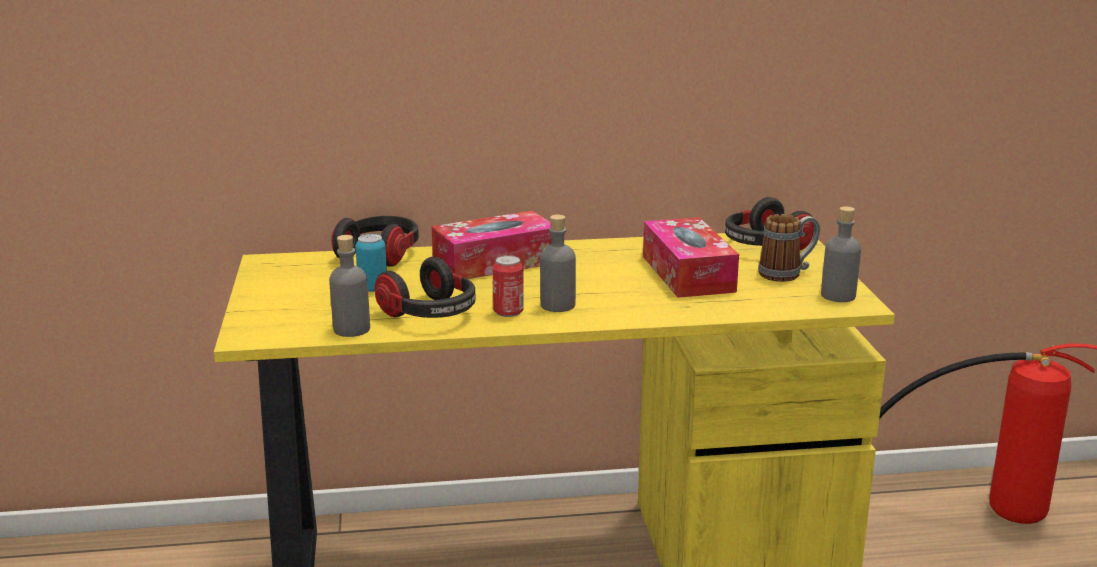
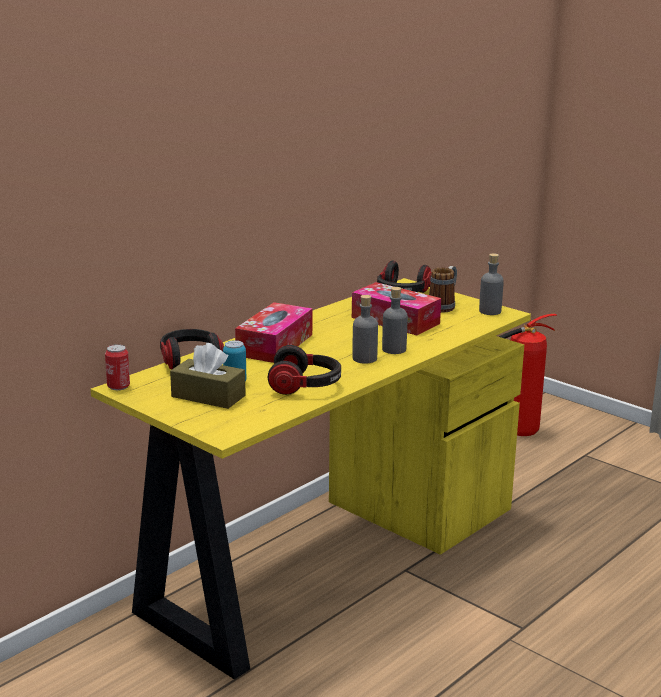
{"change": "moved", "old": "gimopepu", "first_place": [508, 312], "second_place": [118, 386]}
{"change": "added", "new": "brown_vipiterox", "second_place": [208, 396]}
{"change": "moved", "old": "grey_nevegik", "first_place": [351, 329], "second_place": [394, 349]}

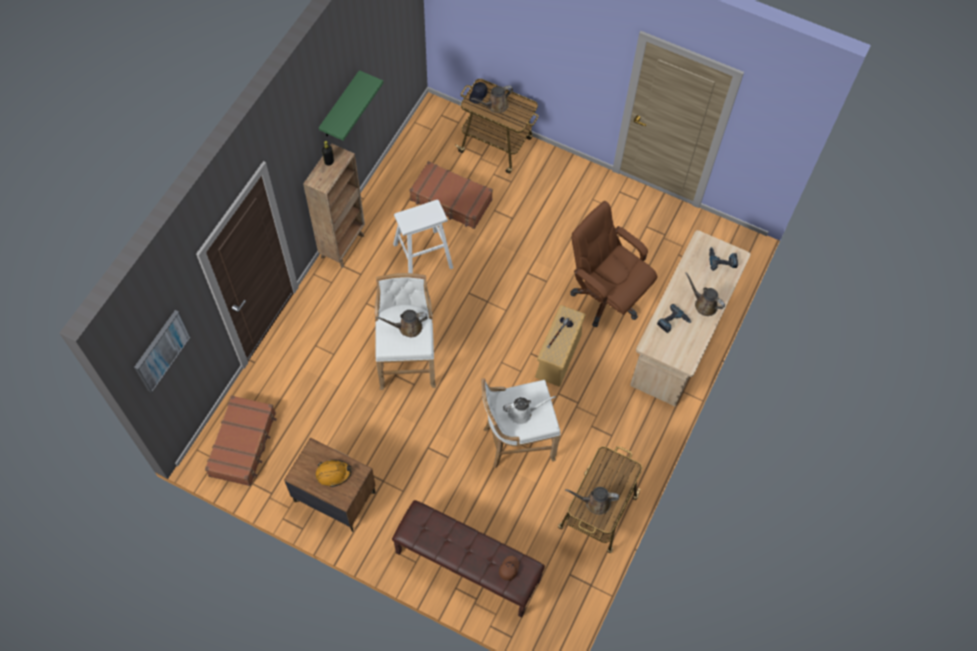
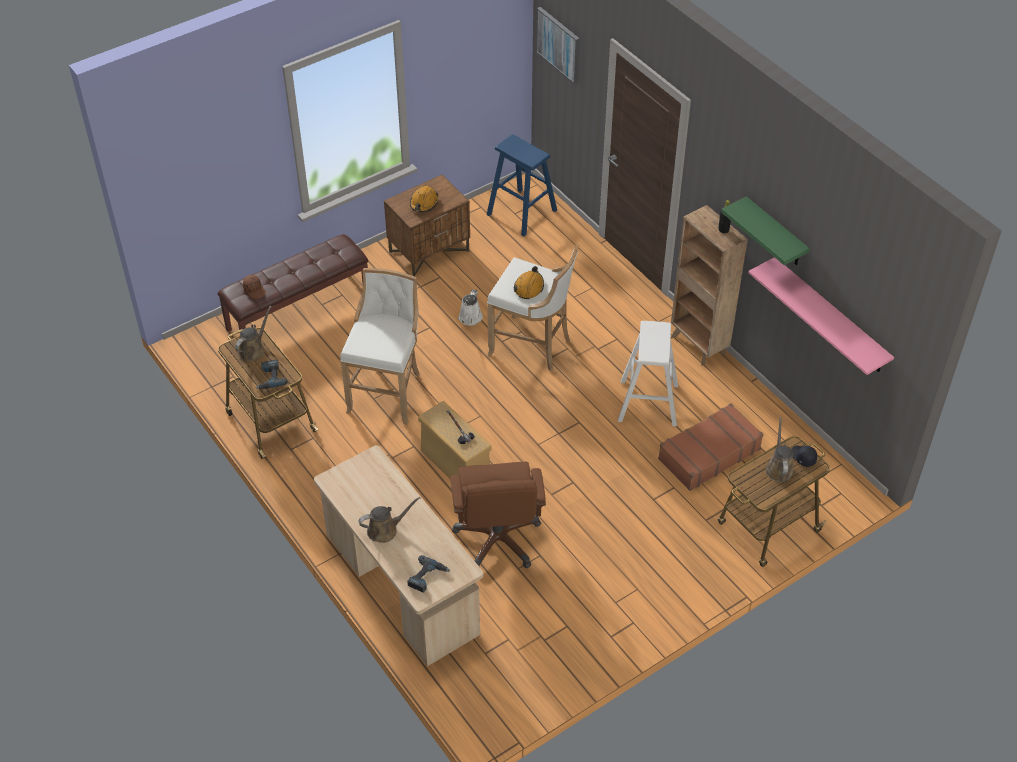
{"change": "moved", "old": "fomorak", "first_place": [673, 322], "second_place": [269, 378]}
{"change": "turned", "old": "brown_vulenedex", "first_place": [606, 297], "second_place": [498, 539], "degrees": 105}
{"change": "moved", "old": "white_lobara", "first_place": [523, 413], "second_place": [469, 319]}
{"change": "replaced", "old": "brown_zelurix", "new": "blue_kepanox", "first_place": [243, 444], "second_place": [522, 212]}
{"change": "replaced", "old": "brown_lobara", "new": "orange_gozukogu", "first_place": [407, 327], "second_place": [529, 287]}
{"change": "added", "new": "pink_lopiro", "second_place": [830, 316]}

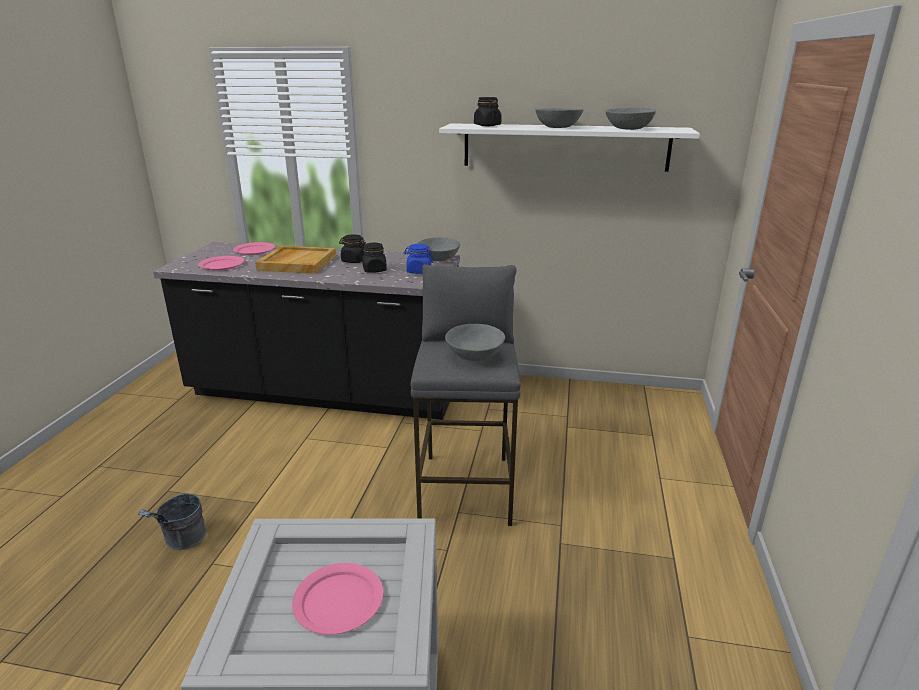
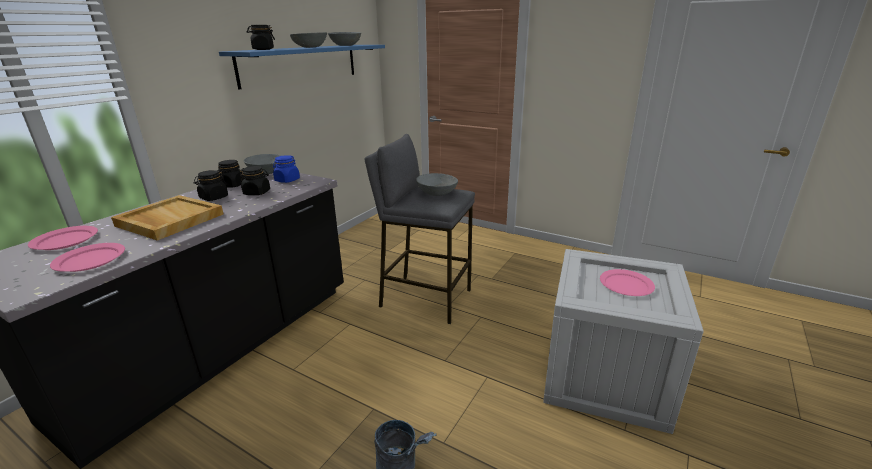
{"change": "added", "new": "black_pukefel", "second_place": [232, 185]}
{"change": "recoloured", "old": "white_lopiro", "new": "blue_lopiro", "first_place": [565, 147], "second_place": [301, 64]}

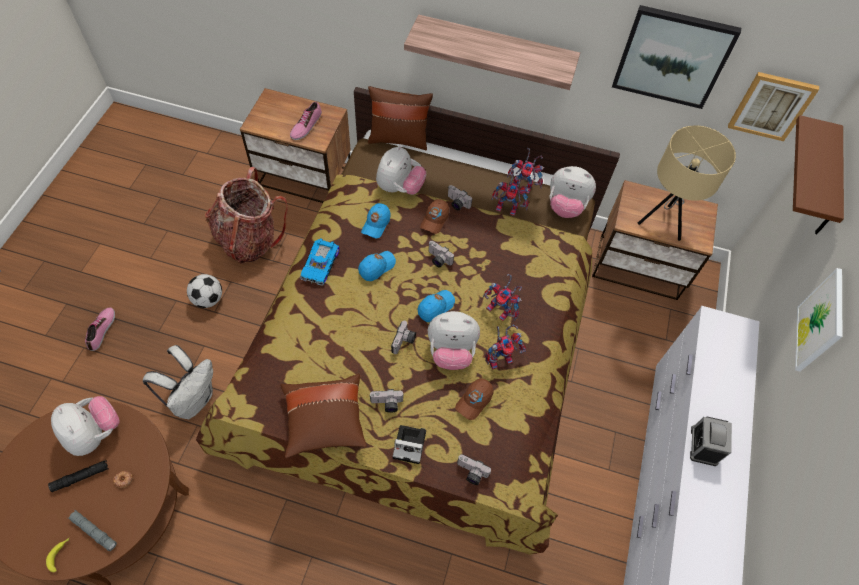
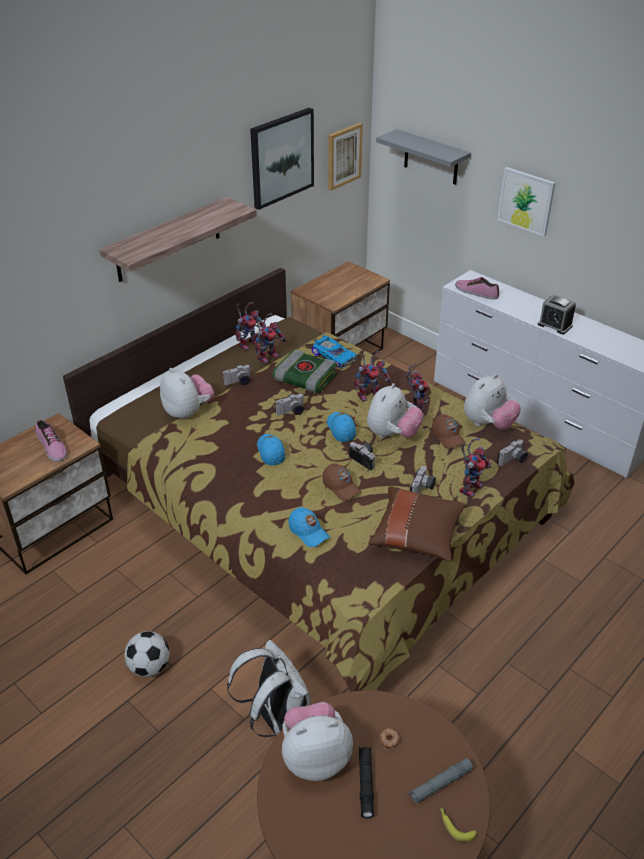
{"change": "added", "new": "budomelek", "second_place": [304, 378]}
{"change": "moved", "old": "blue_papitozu", "first_place": [376, 224], "second_place": [308, 532]}
{"change": "moved", "old": "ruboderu", "first_place": [321, 265], "second_place": [334, 356]}
{"change": "moved", "old": "brown_papitozu", "first_place": [434, 220], "second_place": [341, 487]}
{"change": "recoloured", "old": "brown_lopiro", "new": "grey_lopiro", "first_place": [830, 186], "second_place": [431, 158]}
{"change": "moved", "old": "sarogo", "first_place": [102, 330], "second_place": [476, 292]}
{"change": "replaced", "old": "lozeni", "new": "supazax", "first_place": [411, 444], "second_place": [470, 486]}
{"change": "moved", "old": "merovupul", "first_place": [566, 206], "second_place": [488, 424]}
{"change": "removed", "old": "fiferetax", "first_place": [250, 239]}
{"change": "removed", "old": "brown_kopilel", "first_place": [399, 138]}
{"change": "removed", "old": "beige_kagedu", "first_place": [663, 222]}

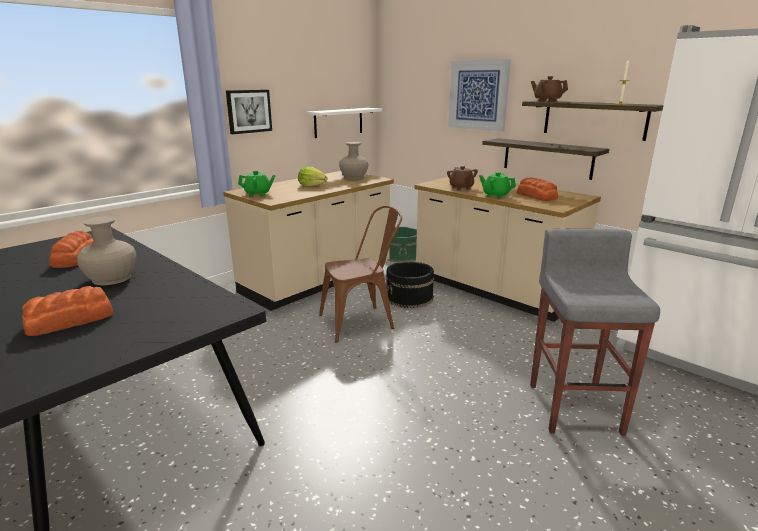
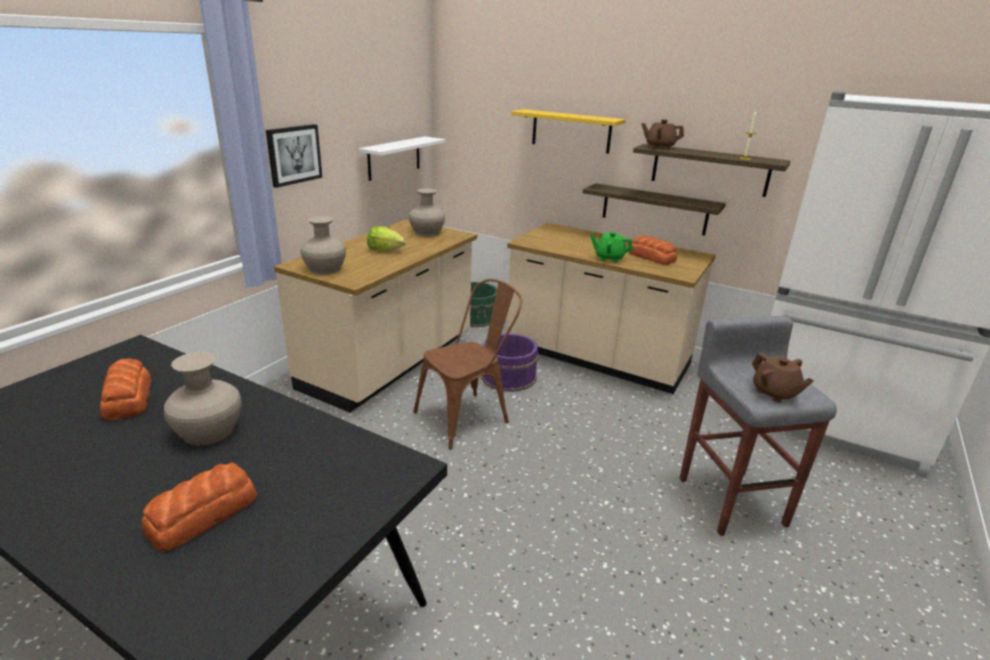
{"change": "replaced", "old": "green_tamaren", "new": "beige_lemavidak", "first_place": [258, 194], "second_place": [325, 269]}
{"change": "recoloured", "old": "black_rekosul", "new": "purple_rekosul", "first_place": [409, 297], "second_place": [509, 377]}
{"change": "replaced", "old": "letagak", "new": "yellow_lopiro", "first_place": [478, 95], "second_place": [571, 131]}
{"change": "moved", "old": "brown_tamaren", "first_place": [461, 188], "second_place": [774, 393]}

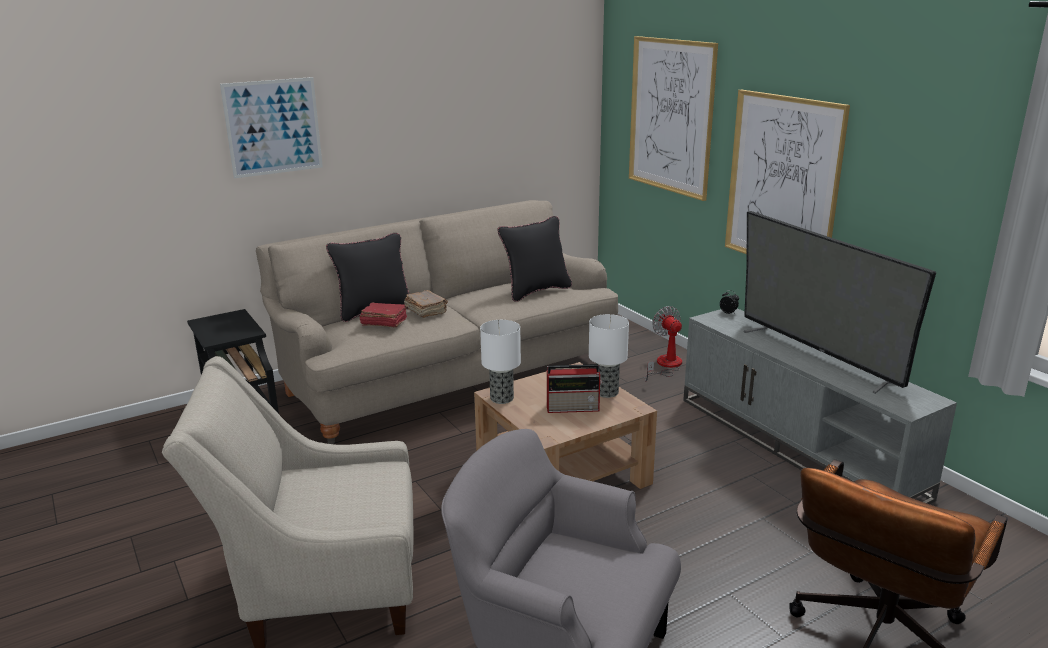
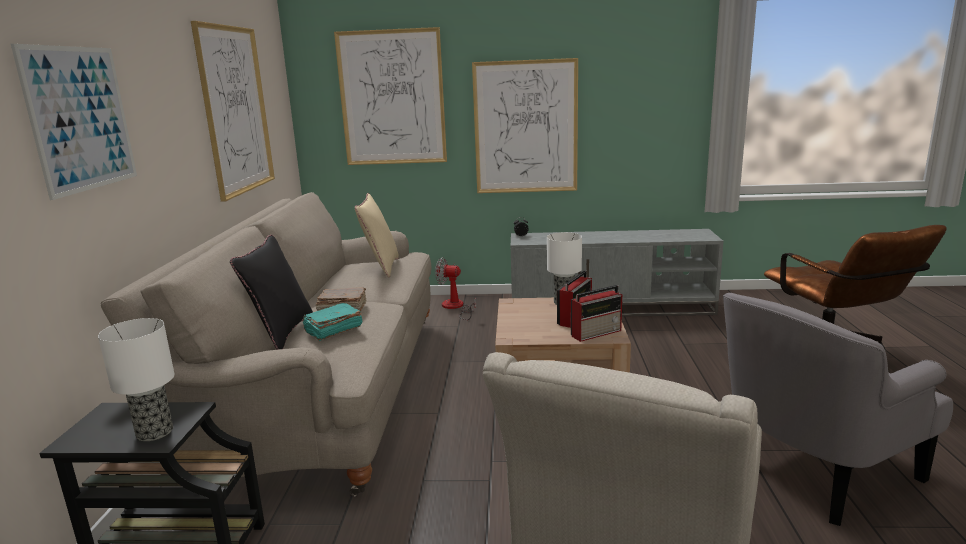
{"change": "moved", "old": "kagedu", "first_place": [501, 399], "second_place": [154, 433]}
{"change": "added", "new": "letagak", "second_place": [236, 110]}
{"change": "recoloured", "old": "red_budomelek", "new": "turquoise_budomelek", "first_place": [383, 322], "second_place": [332, 330]}
{"change": "recoloured", "old": "black_kopilel", "new": "beige_kopilel", "first_place": [536, 291], "second_place": [381, 267]}
{"change": "added", "new": "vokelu", "second_place": [597, 333]}
{"change": "removed", "old": "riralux", "first_place": [817, 355]}

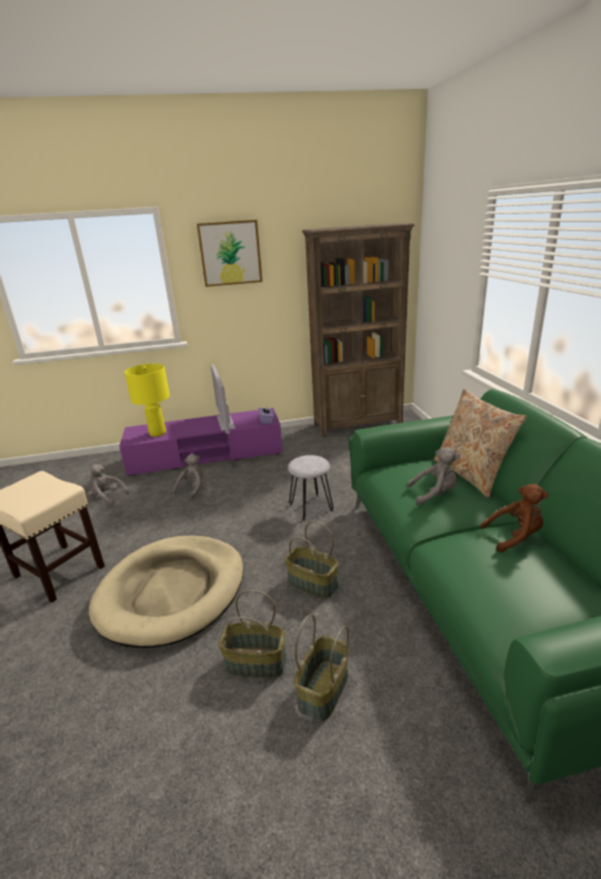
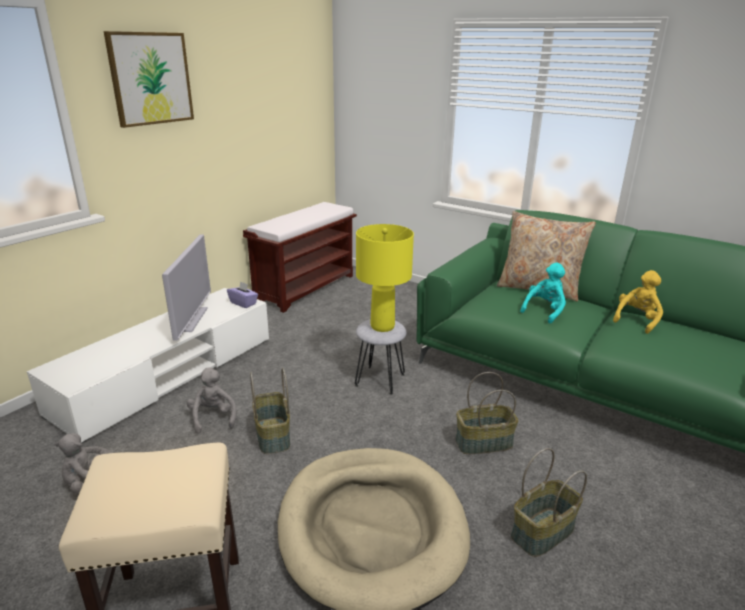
{"change": "recoloured", "old": "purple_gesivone", "new": "white_gesivone", "first_place": [206, 455], "second_place": [168, 375]}
{"change": "turned", "old": "riralux", "first_place": [225, 422], "second_place": [190, 319], "degrees": -120}
{"change": "replaced", "old": "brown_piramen", "new": "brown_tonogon", "first_place": [358, 424], "second_place": [306, 287]}
{"change": "moved", "old": "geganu", "first_place": [324, 691], "second_place": [274, 435]}
{"change": "moved", "old": "yellow_kagedu", "first_place": [158, 433], "second_place": [383, 326]}
{"change": "recoloured", "old": "grey_merovupul", "new": "turquoise_merovupul", "first_place": [435, 494], "second_place": [544, 311]}
{"change": "recoloured", "old": "brown_merovupul", "new": "yellow_merovupul", "first_place": [515, 537], "second_place": [637, 320]}

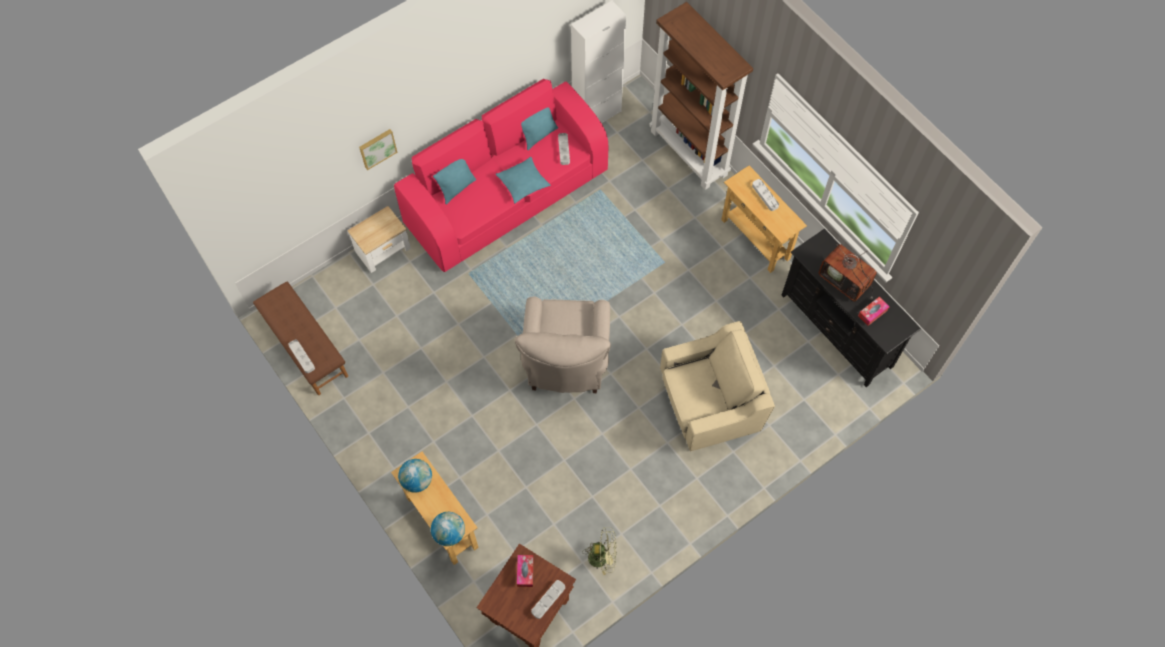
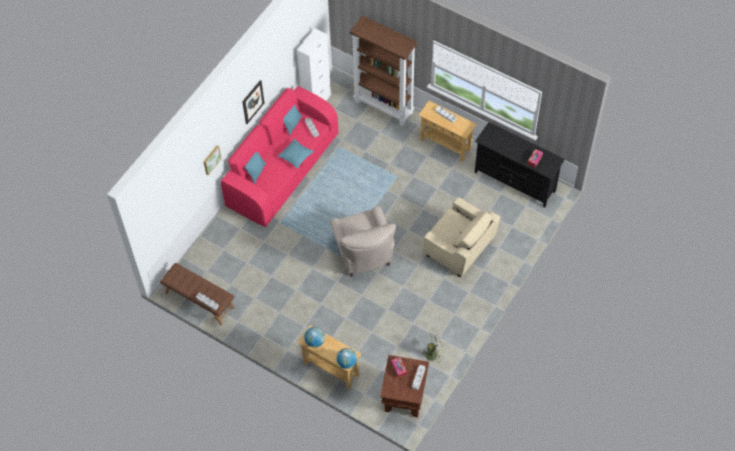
{"change": "added", "new": "letagak", "second_place": [252, 101]}
{"change": "turned", "old": "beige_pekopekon", "first_place": [709, 404], "second_place": [459, 248], "degrees": 75}
{"change": "removed", "old": "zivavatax", "first_place": [383, 250]}
{"change": "removed", "old": "riralux", "first_place": [846, 281]}

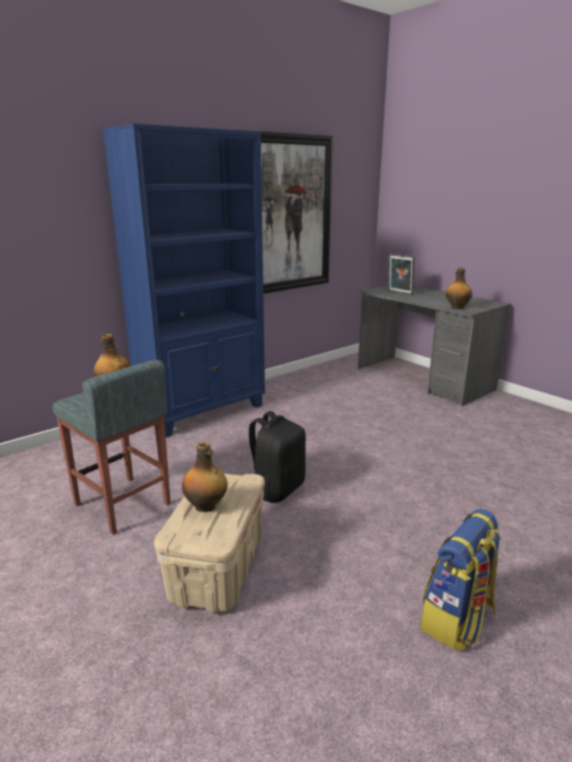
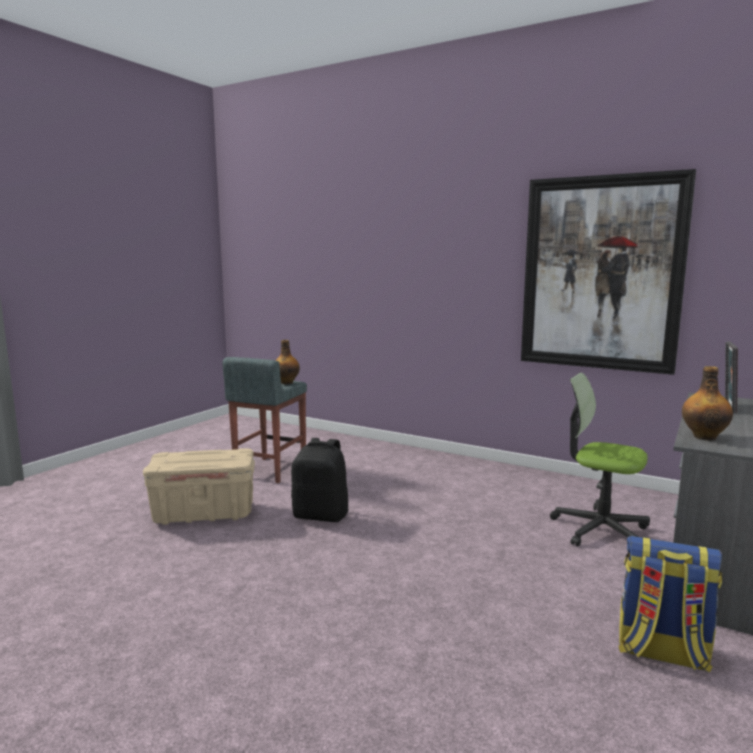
{"change": "added", "new": "vulenedex", "second_place": [599, 529]}
{"change": "moved", "old": "fiferetax", "first_place": [457, 620], "second_place": [661, 652]}
{"change": "removed", "old": "blue_piramen", "first_place": [203, 411]}
{"change": "removed", "old": "nevegik", "first_place": [206, 506]}

